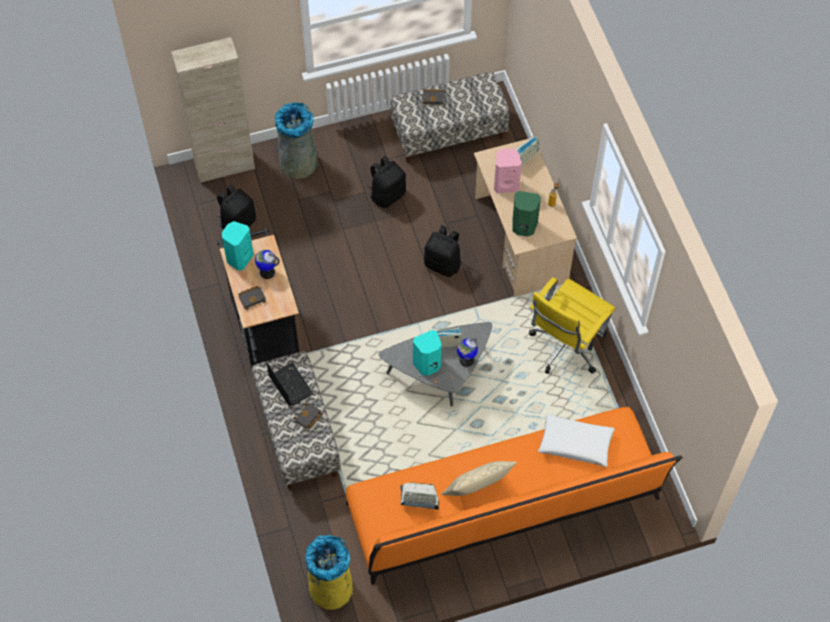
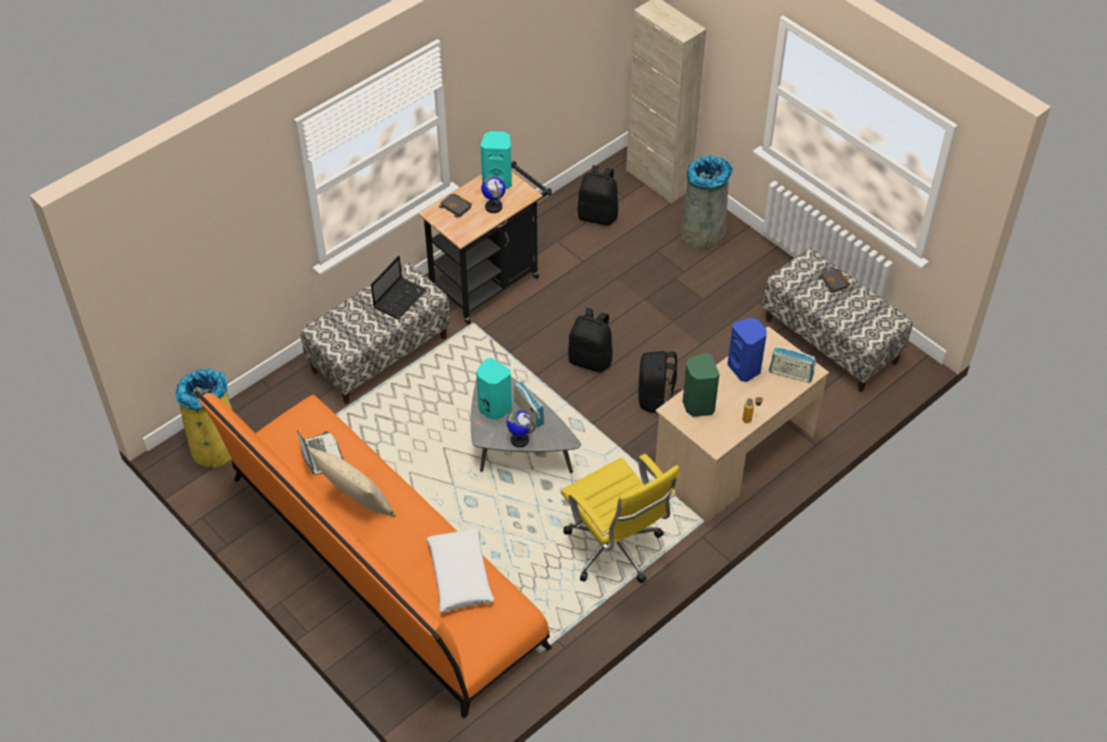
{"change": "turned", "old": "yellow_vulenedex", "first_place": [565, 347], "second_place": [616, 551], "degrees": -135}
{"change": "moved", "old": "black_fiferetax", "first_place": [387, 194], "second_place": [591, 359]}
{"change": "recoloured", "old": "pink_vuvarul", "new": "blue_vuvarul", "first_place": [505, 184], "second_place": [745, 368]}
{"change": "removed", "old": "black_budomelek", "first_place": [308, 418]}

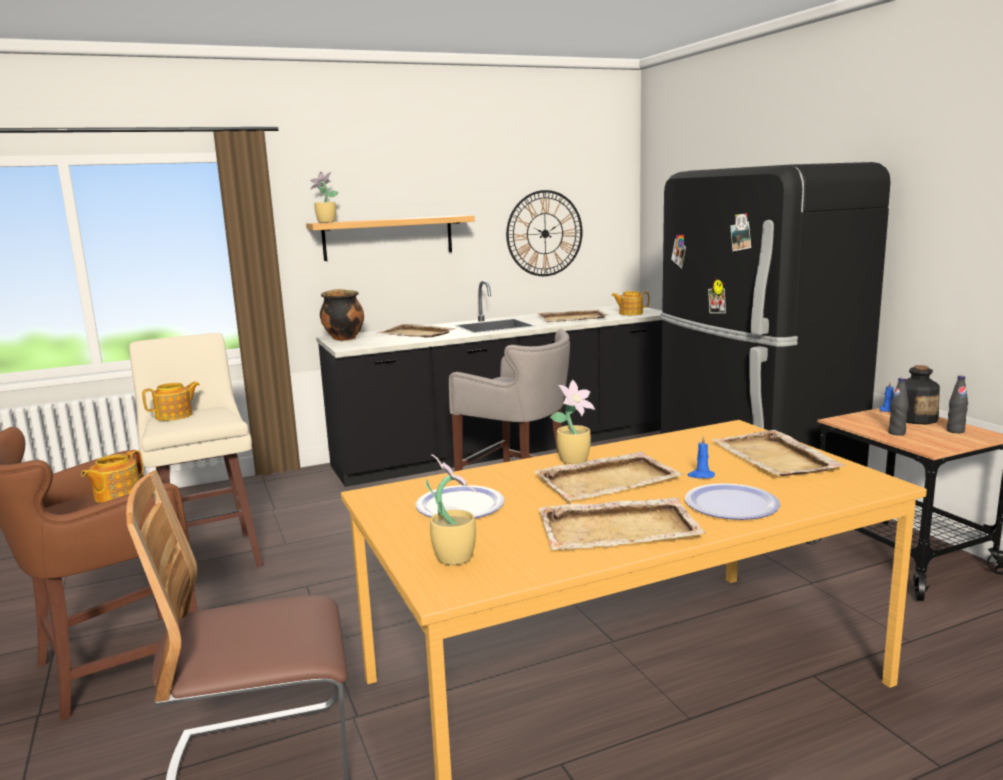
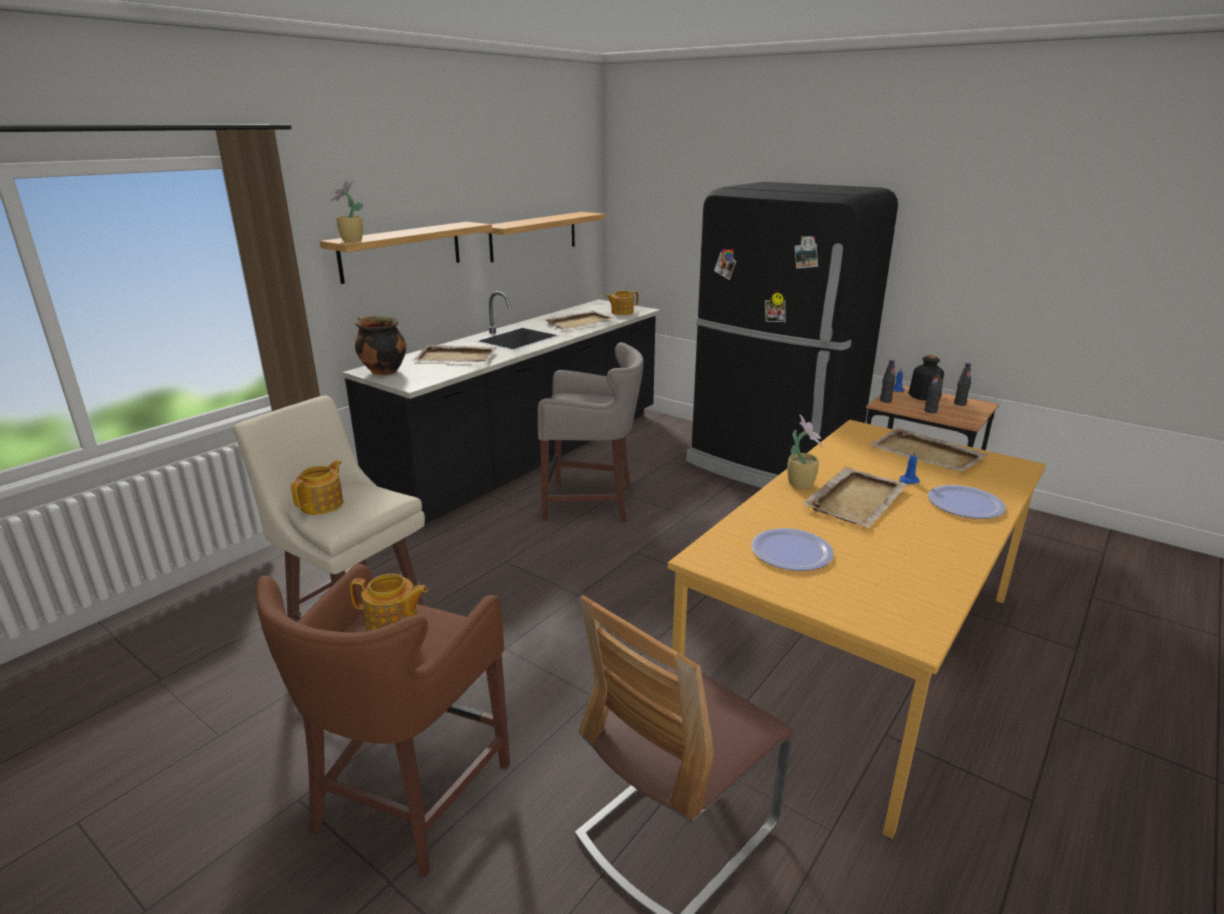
{"change": "turned", "old": "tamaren", "first_place": [116, 496], "second_place": [393, 621], "degrees": -75}
{"change": "replaced", "old": "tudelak", "new": "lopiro", "first_place": [544, 233], "second_place": [533, 236]}
{"change": "added", "new": "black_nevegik", "second_place": [885, 400]}
{"change": "removed", "old": "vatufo", "first_place": [454, 557]}
{"change": "removed", "old": "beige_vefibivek", "first_place": [620, 529]}

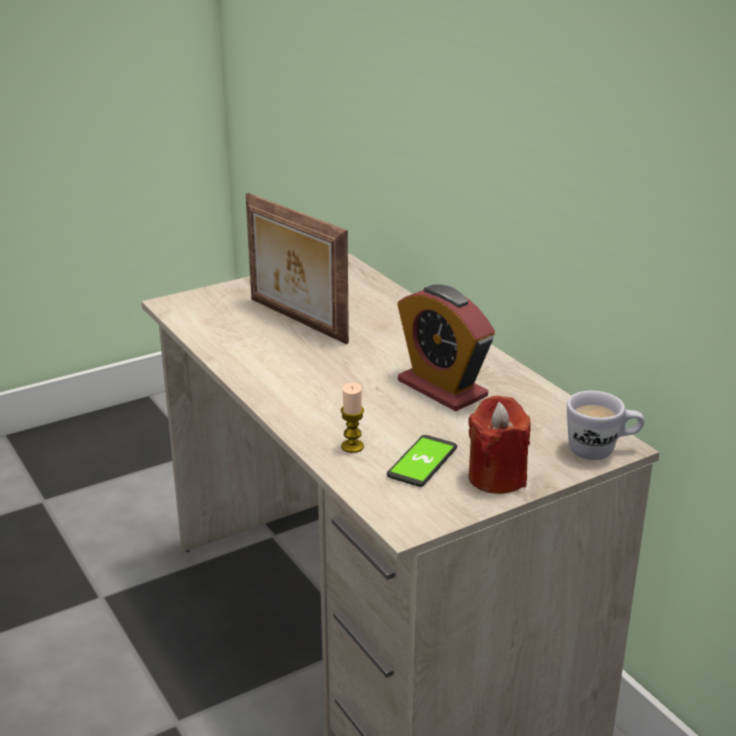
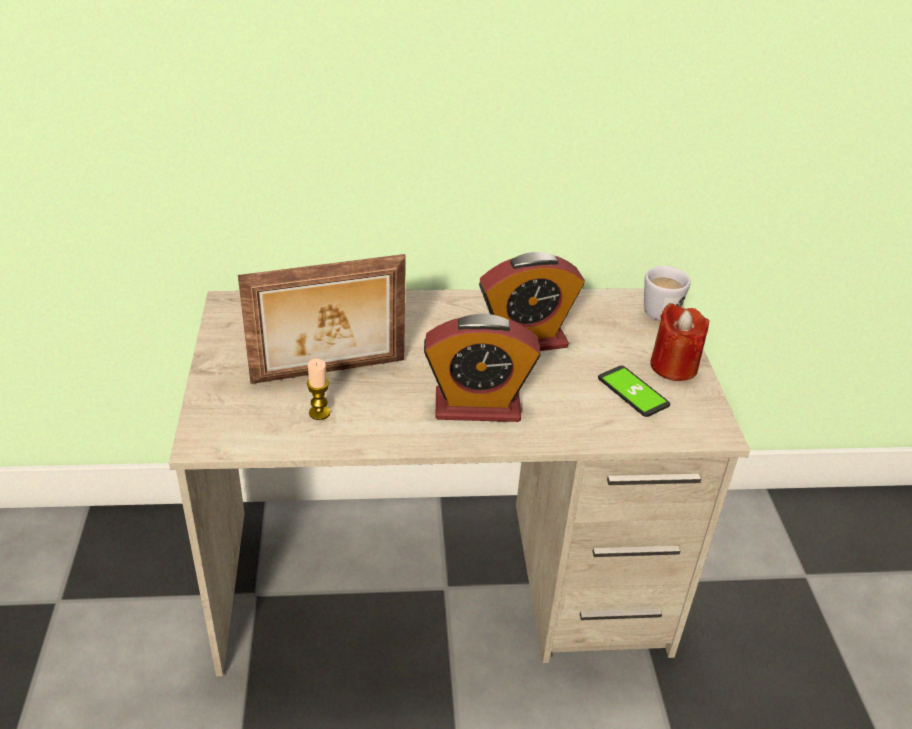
{"change": "moved", "old": "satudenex", "first_place": [352, 446], "second_place": [319, 413]}
{"change": "added", "new": "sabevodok", "second_place": [477, 406]}

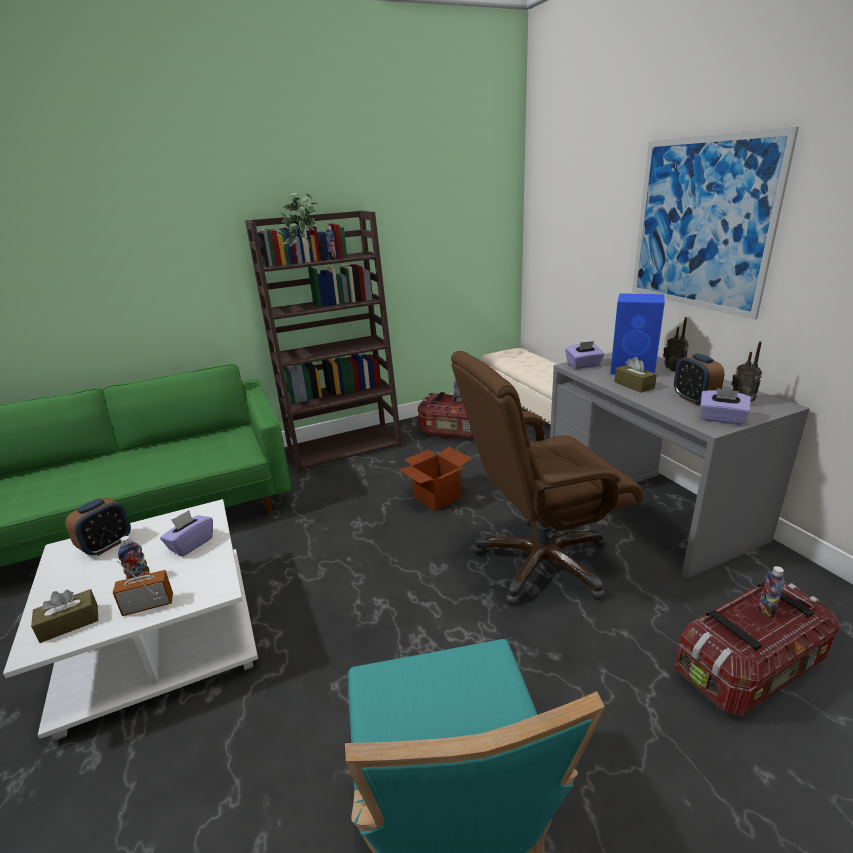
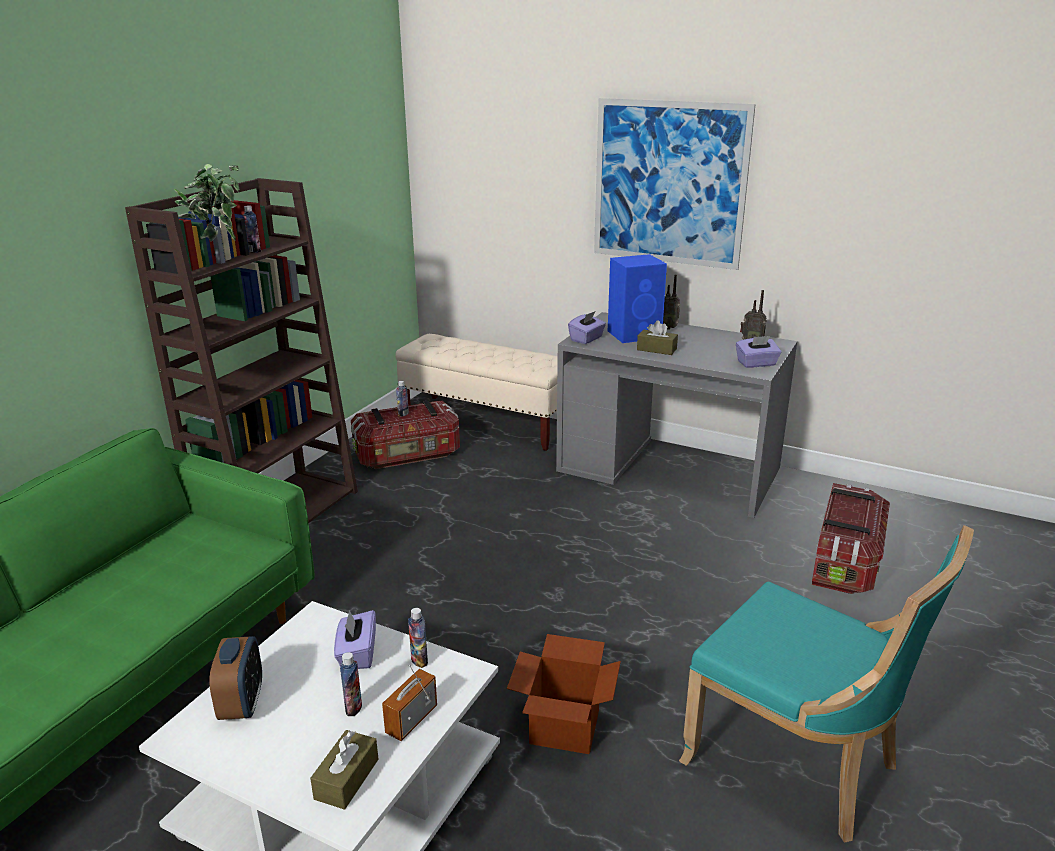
{"change": "moved", "old": "nevegik", "first_place": [766, 610], "second_place": [419, 660]}
{"change": "moved", "old": "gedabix", "first_place": [437, 497], "second_place": [564, 727]}
{"change": "removed", "old": "brown_vulenedex", "first_place": [541, 562]}
{"change": "removed", "old": "sabevodok", "first_place": [694, 399]}

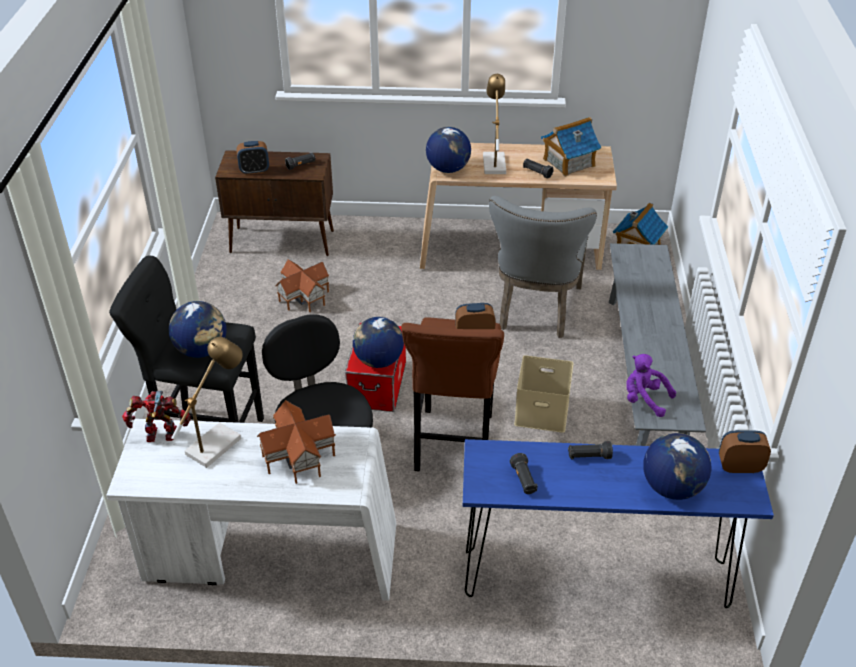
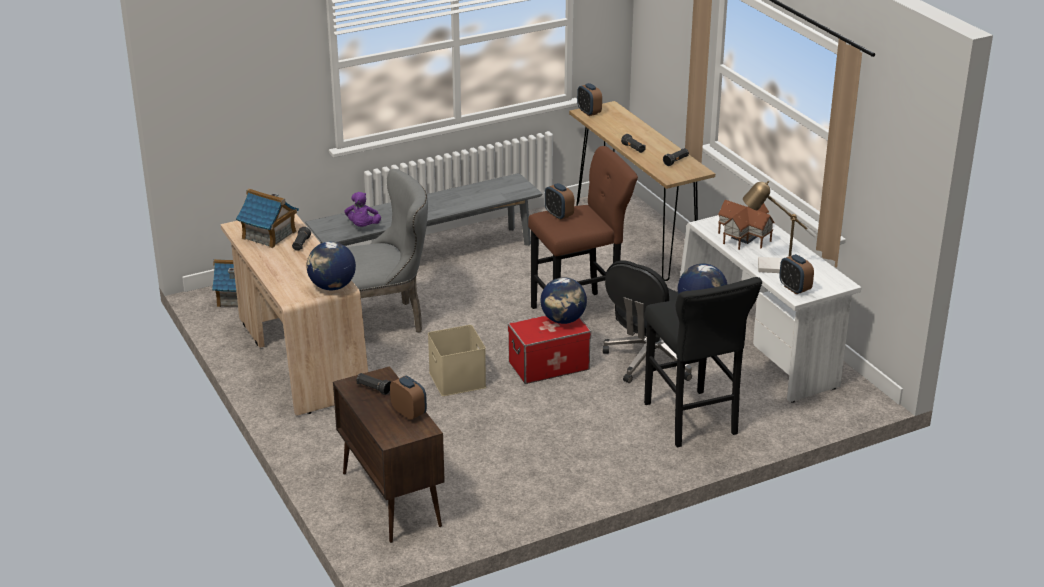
{"change": "moved", "old": "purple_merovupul", "first_place": [644, 399], "second_place": [363, 227]}
{"change": "moved", "old": "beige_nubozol", "first_place": [543, 411], "second_place": [456, 379]}
{"change": "recoloured", "old": "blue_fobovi", "new": "brown_fobovi", "first_place": [595, 579], "second_place": [635, 237]}
{"change": "replaced", "old": "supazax", "new": "sabevodok", "first_place": [161, 436], "second_place": [794, 288]}
{"change": "removed", "old": "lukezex", "first_place": [304, 296]}
{"change": "removed", "old": "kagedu", "first_place": [493, 161]}
{"change": "removed", "old": "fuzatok", "first_place": [672, 487]}

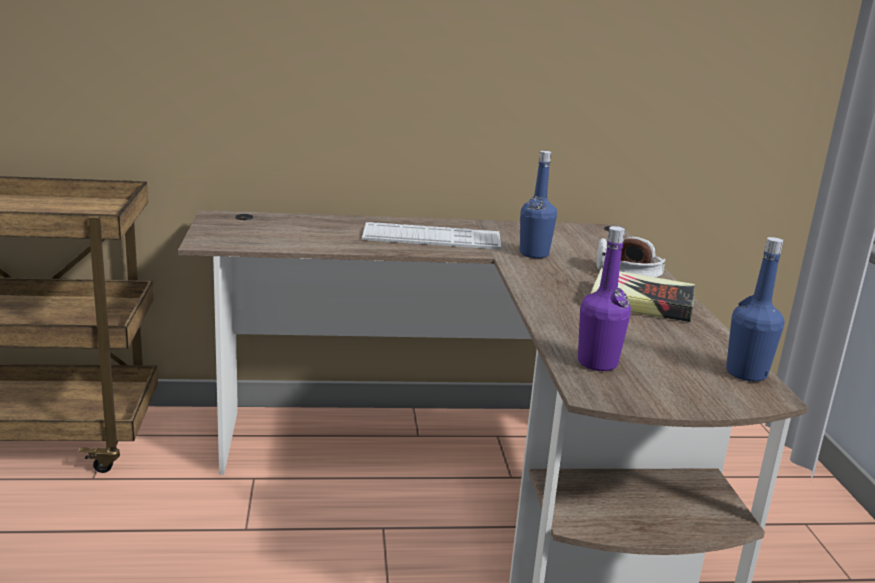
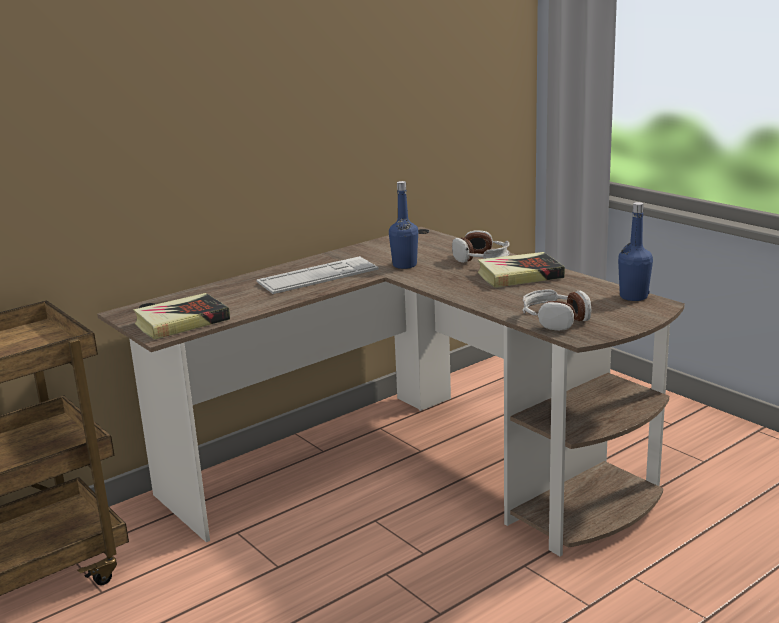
{"change": "added", "new": "budomelek", "second_place": [182, 322]}
{"change": "replaced", "old": "purple_nevegik", "new": "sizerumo", "first_place": [597, 363], "second_place": [554, 319]}

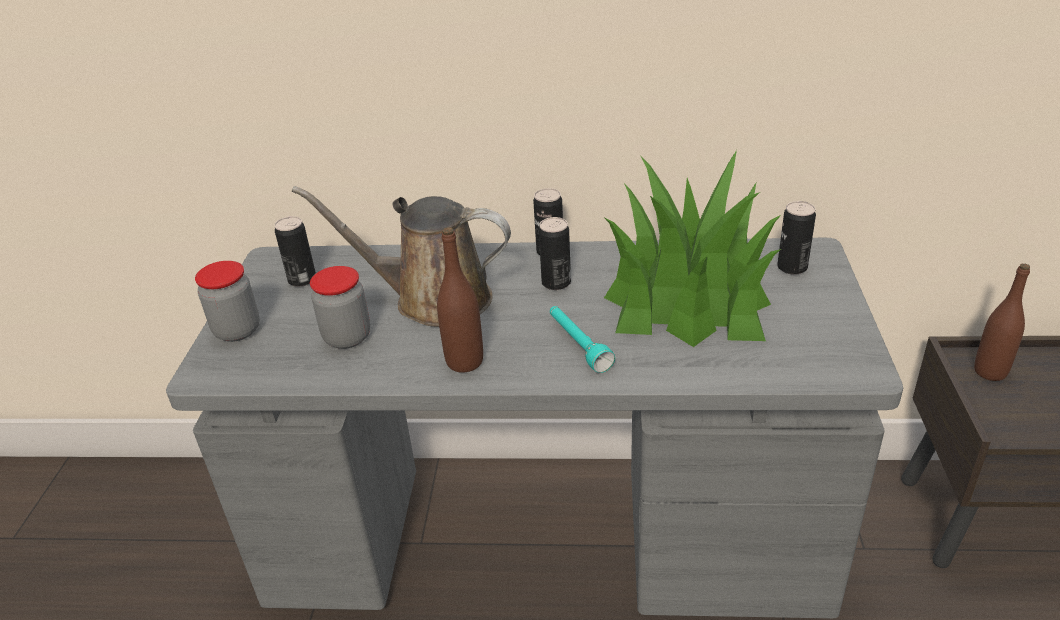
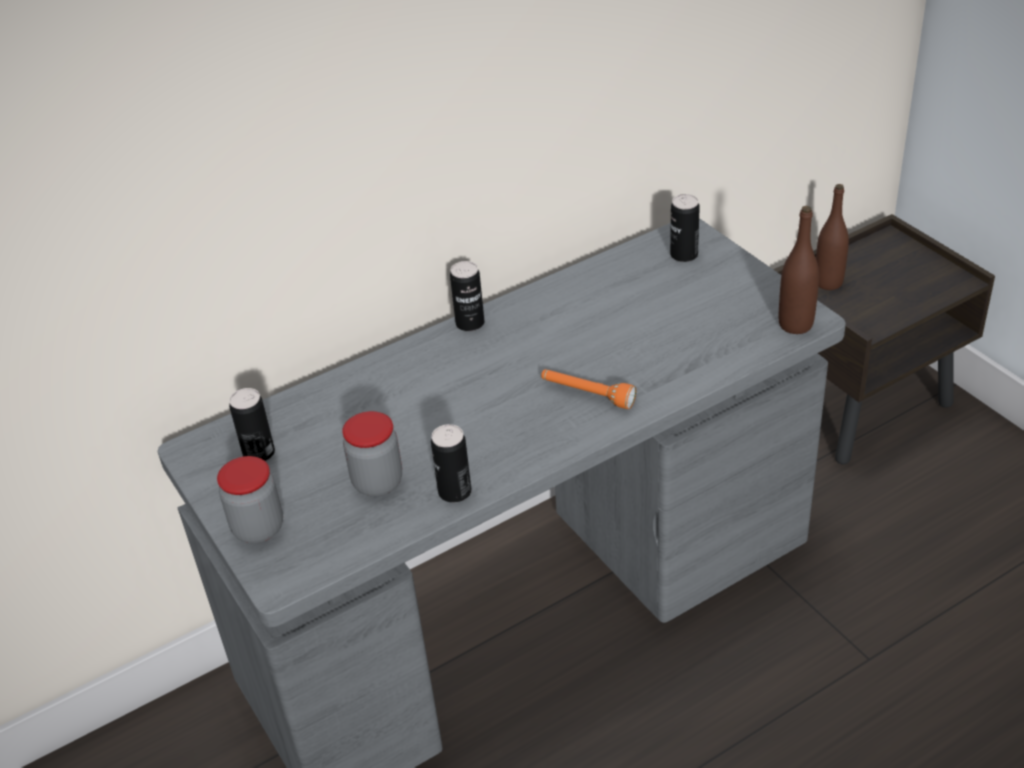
{"change": "moved", "old": "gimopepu", "first_place": [556, 283], "second_place": [455, 492]}
{"change": "recoloured", "old": "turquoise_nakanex", "new": "orange_nakanex", "first_place": [578, 345], "second_place": [587, 394]}
{"change": "moved", "old": "brown_nevegik", "first_place": [464, 361], "second_place": [795, 324]}
{"change": "removed", "old": "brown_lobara", "first_place": [433, 299]}
{"change": "removed", "old": "vatufo", "first_place": [688, 299]}

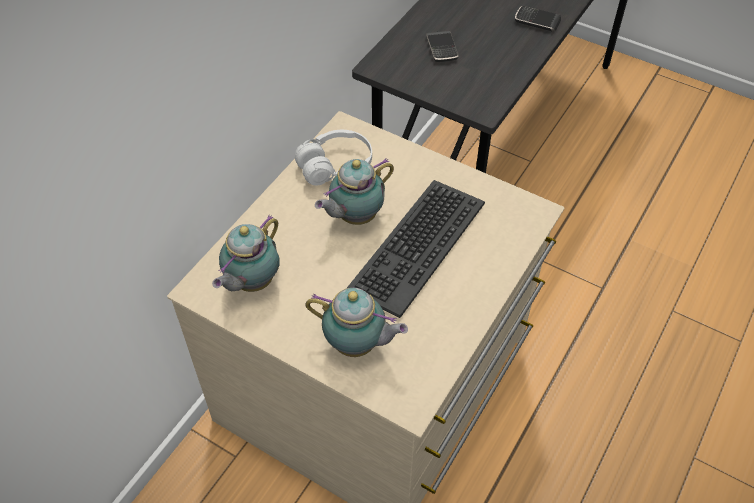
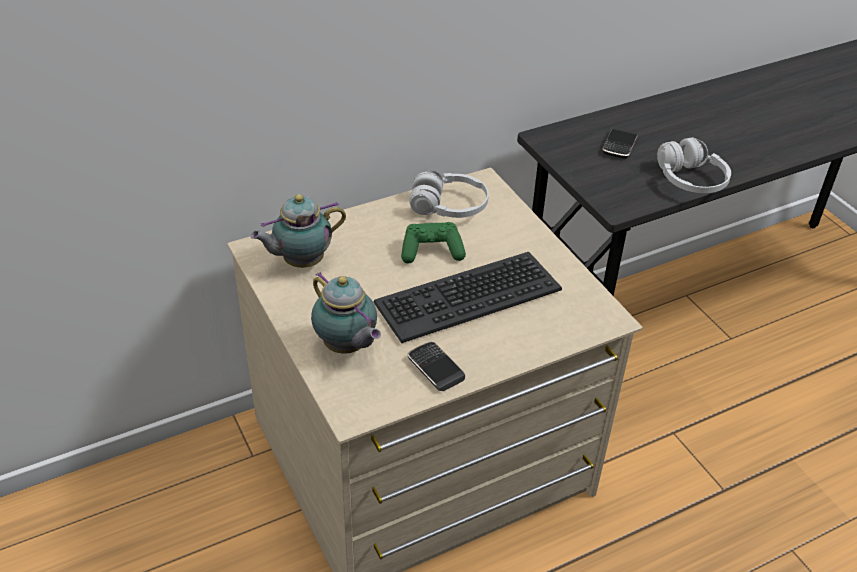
{"change": "replaced", "old": "tamaren", "new": "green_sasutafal", "first_place": [355, 217], "second_place": [431, 251]}
{"change": "moved", "old": "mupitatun", "first_place": [537, 21], "second_place": [435, 368]}
{"change": "added", "new": "white_sizerumo", "second_place": [690, 180]}

